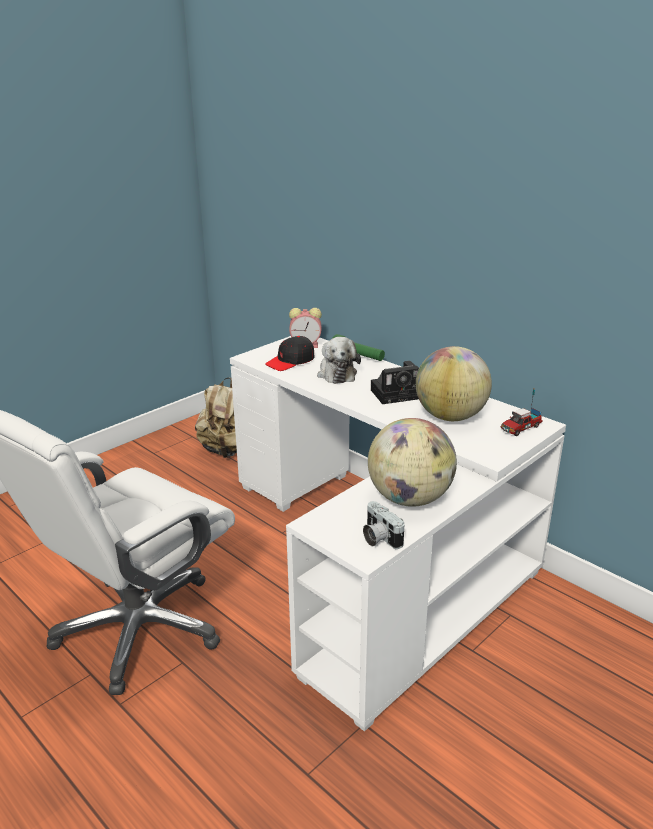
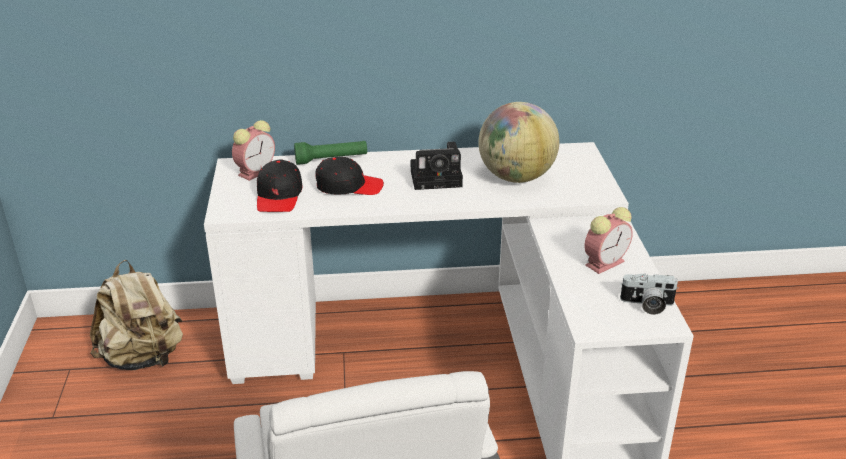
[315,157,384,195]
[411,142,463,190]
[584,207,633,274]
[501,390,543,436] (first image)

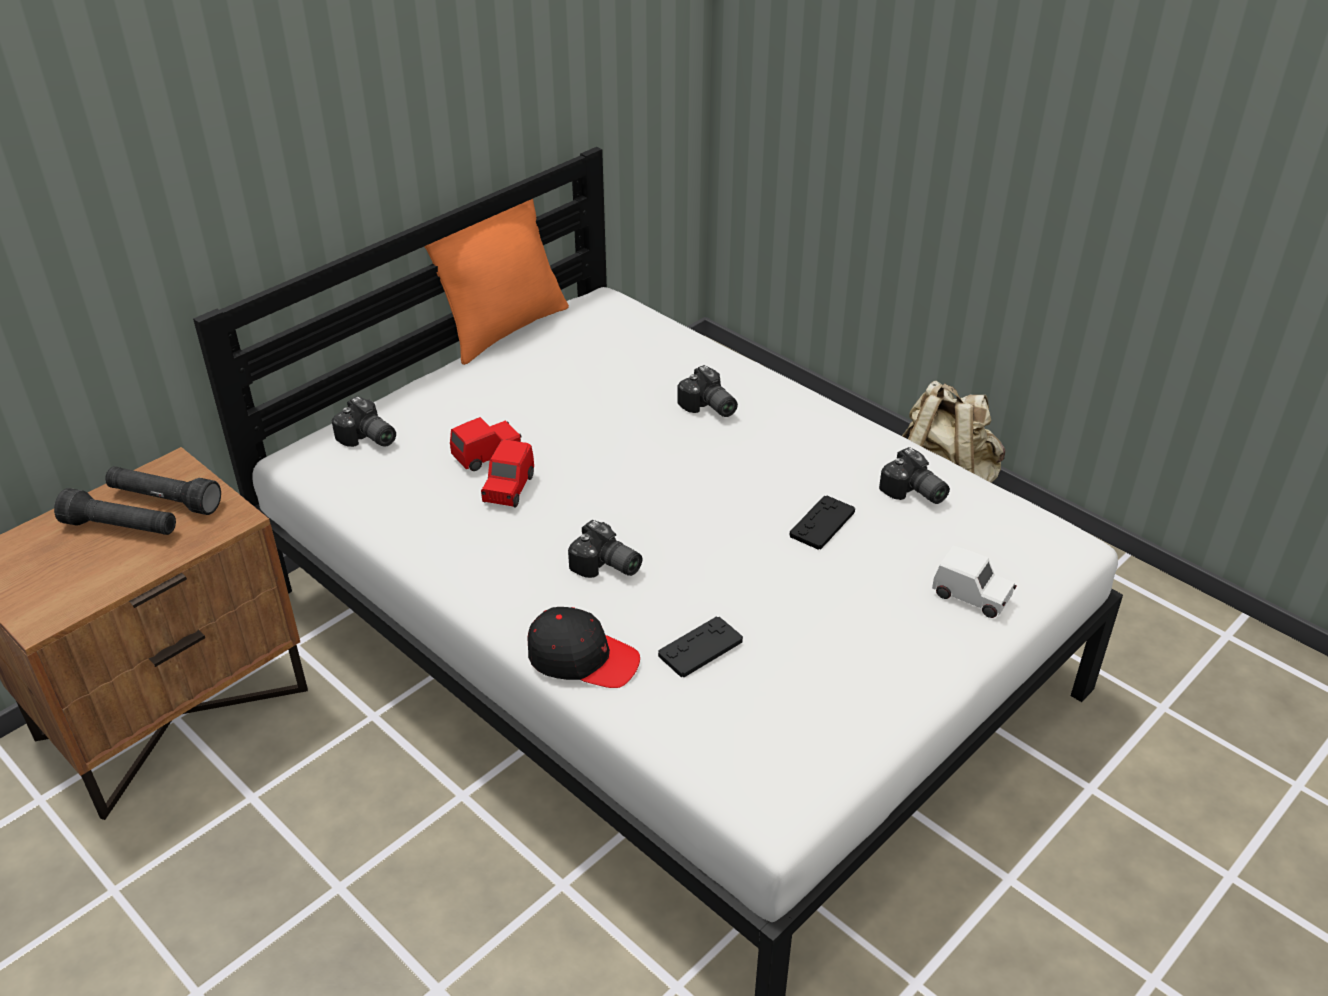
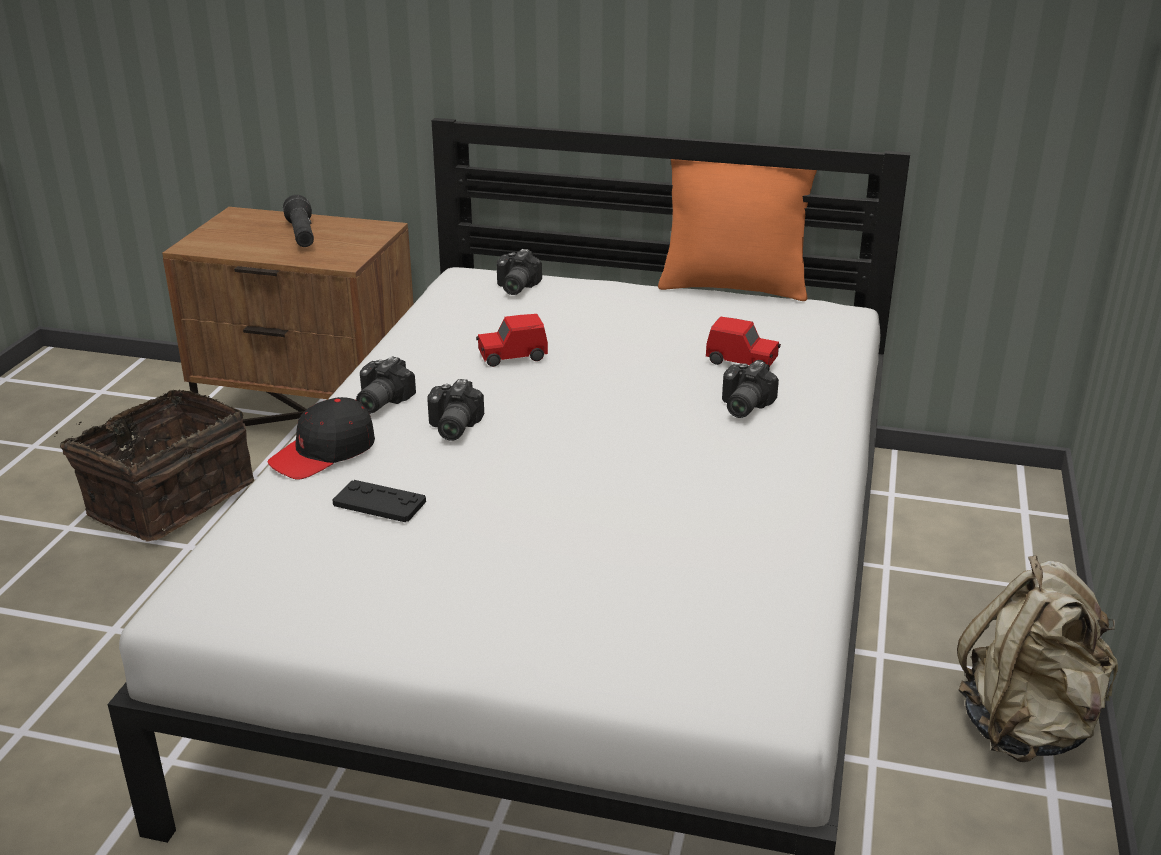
[54,390,254,542]
[268,397,375,480]
[356,356,416,414]
[706,316,781,366]
[105,466,221,515] (first image)
[789,495,855,550] (first image)
[932,546,1017,618] (first image)

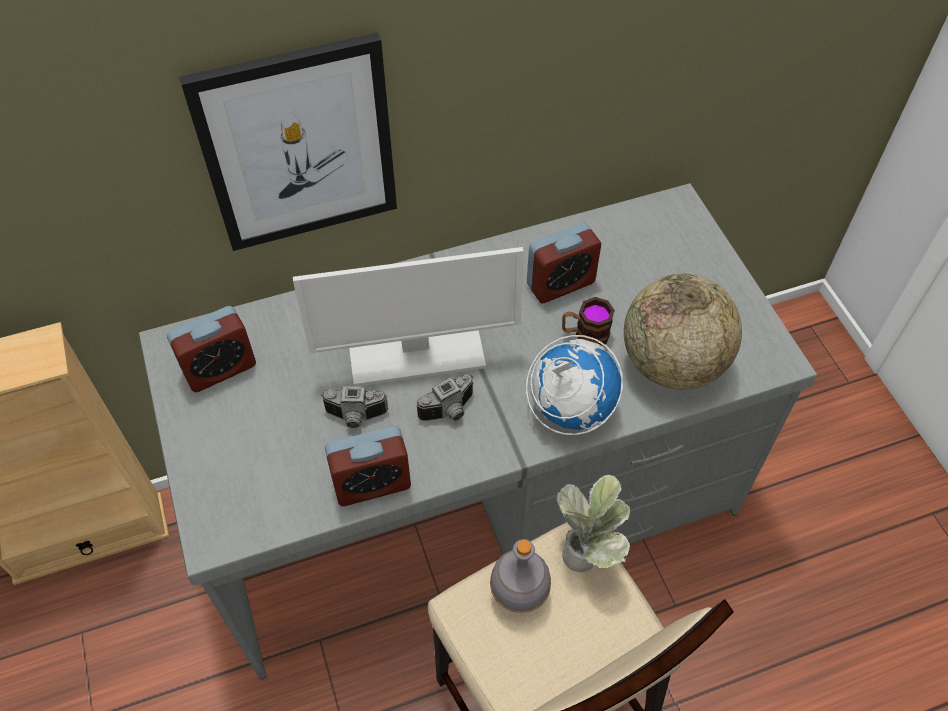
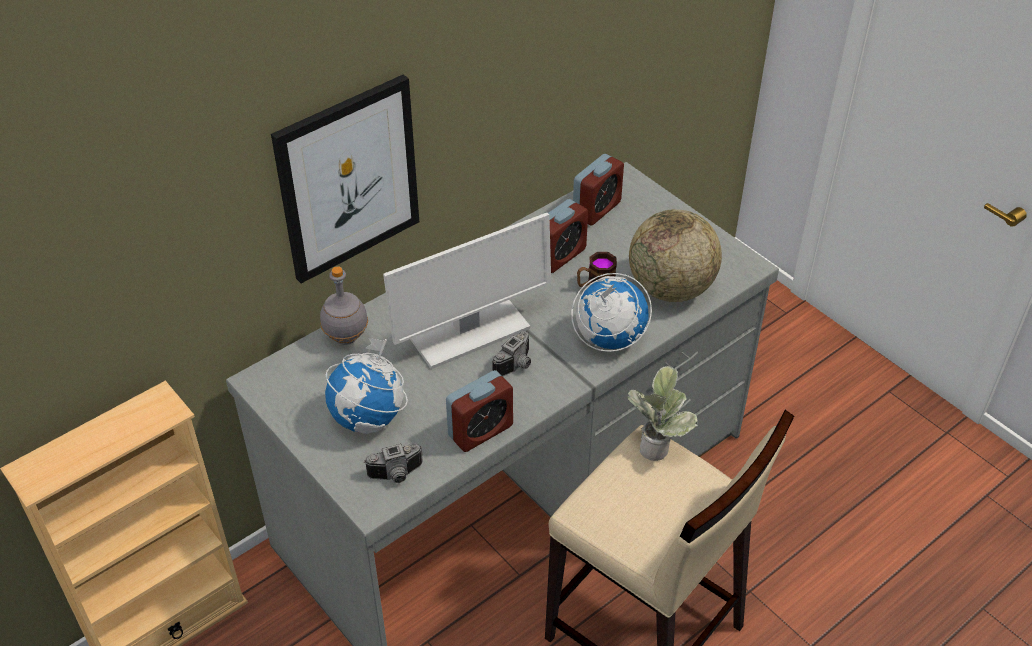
[320,266,368,345]
[325,338,408,434]
[364,443,423,483]
[573,154,624,225]

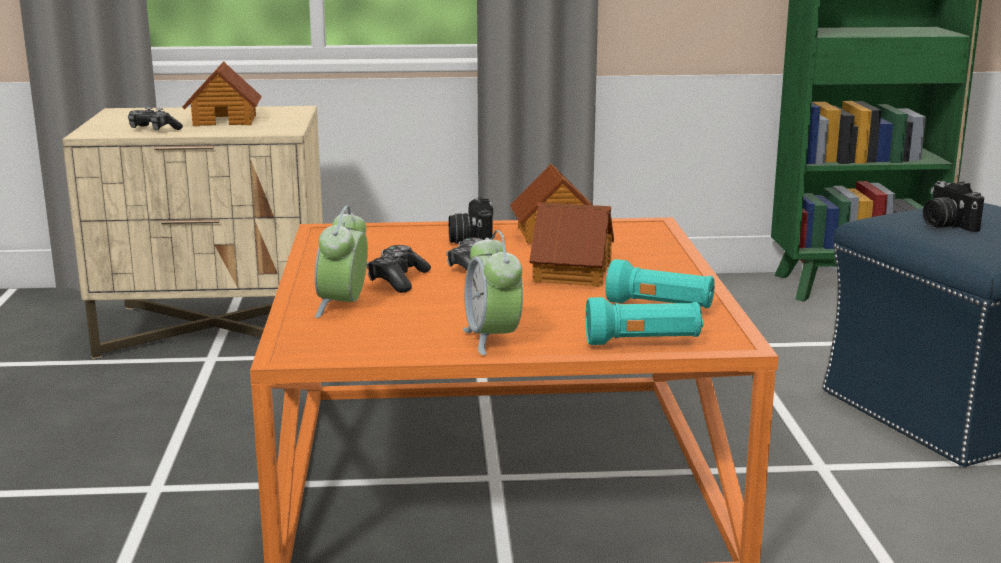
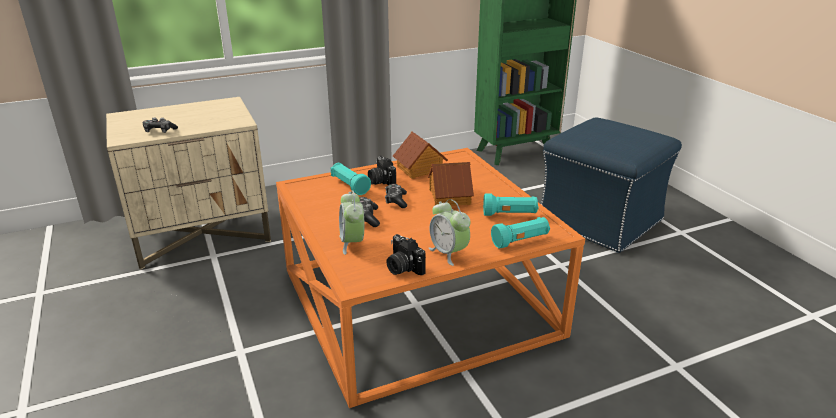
[331,163,371,195]
[386,234,426,275]
[182,62,262,126] (first image)

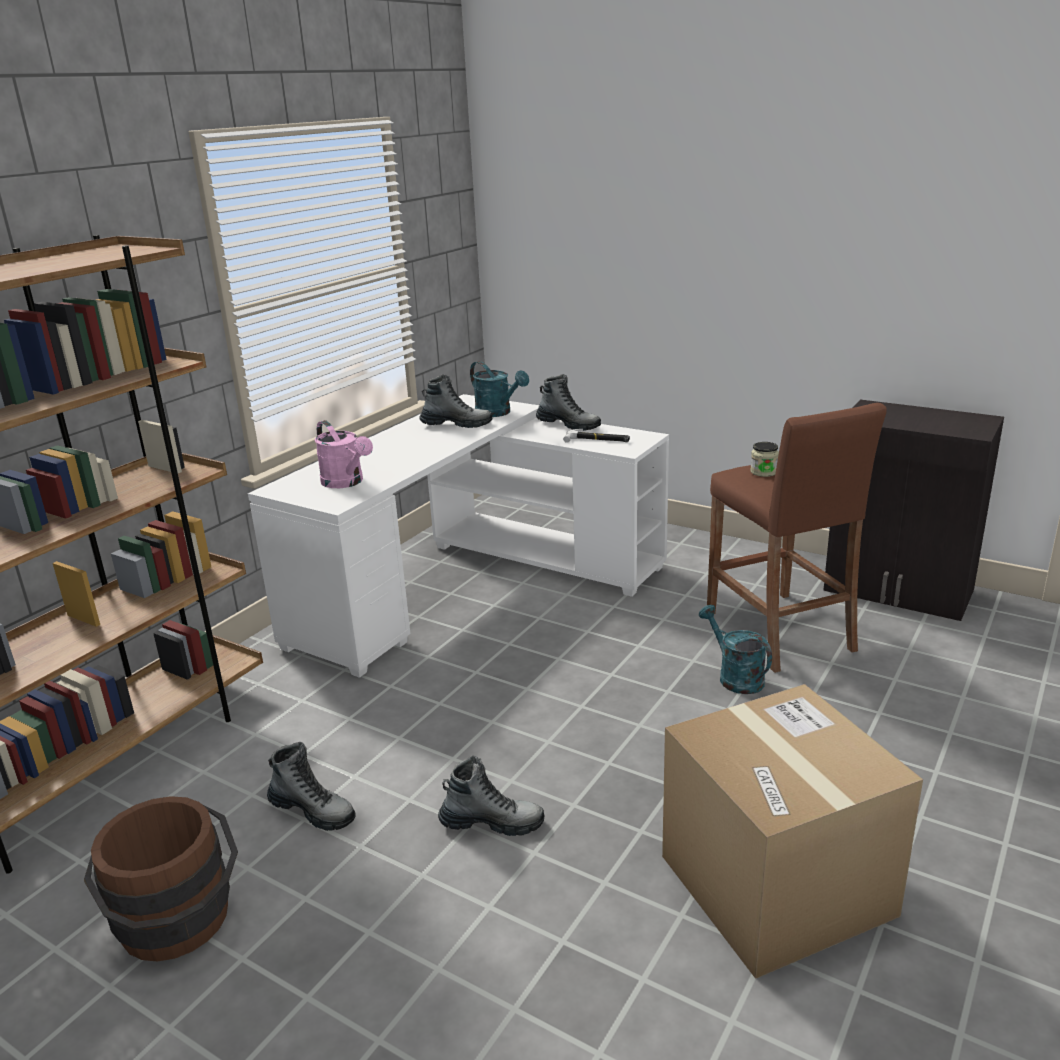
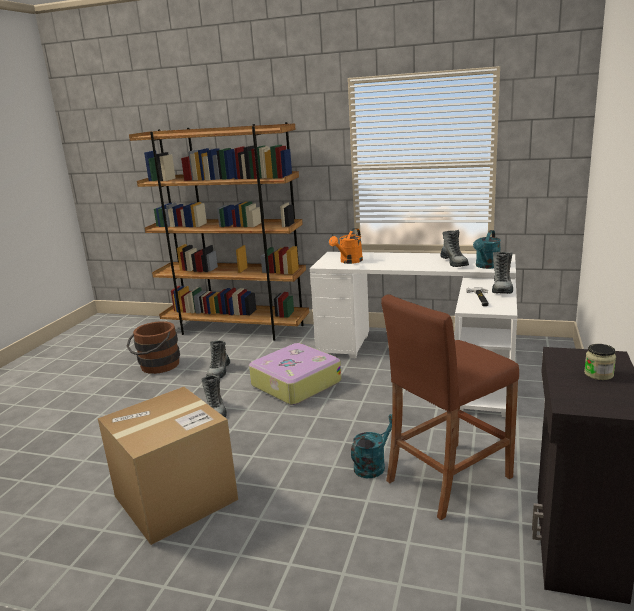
[249,343,341,405]
[329,228,363,264]
[584,344,616,380]

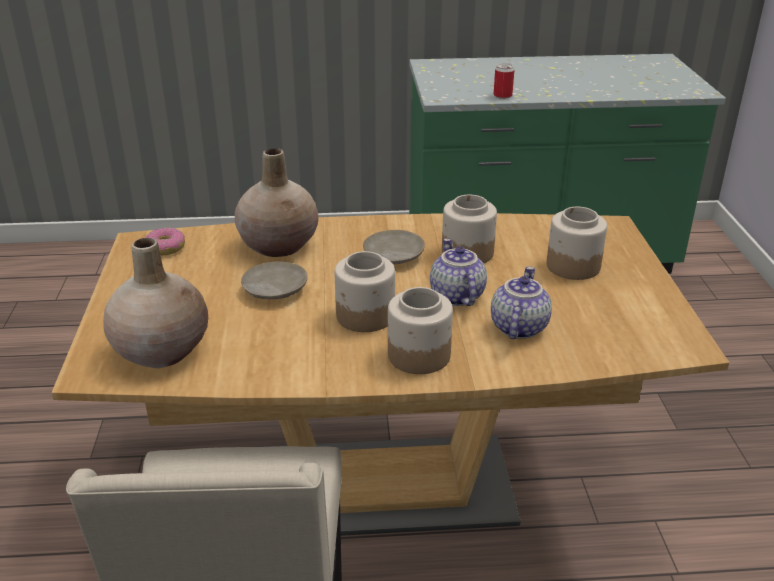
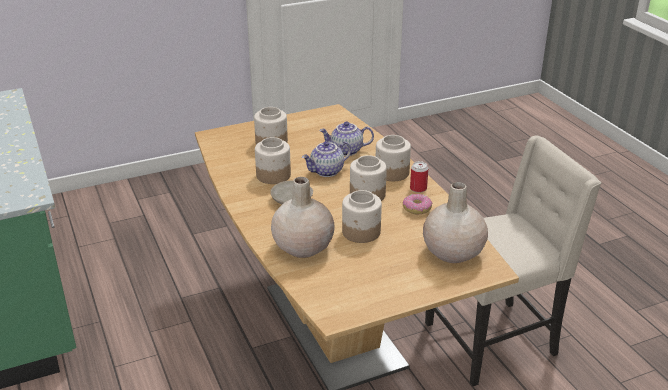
[342,190,382,243]
[403,194,433,214]
[410,161,428,193]

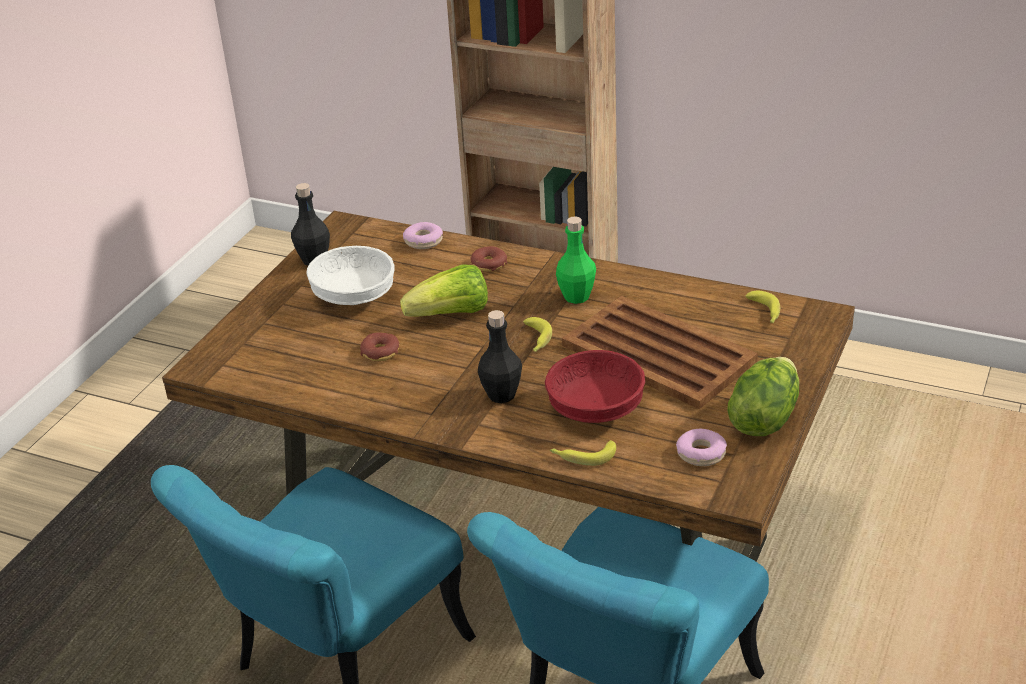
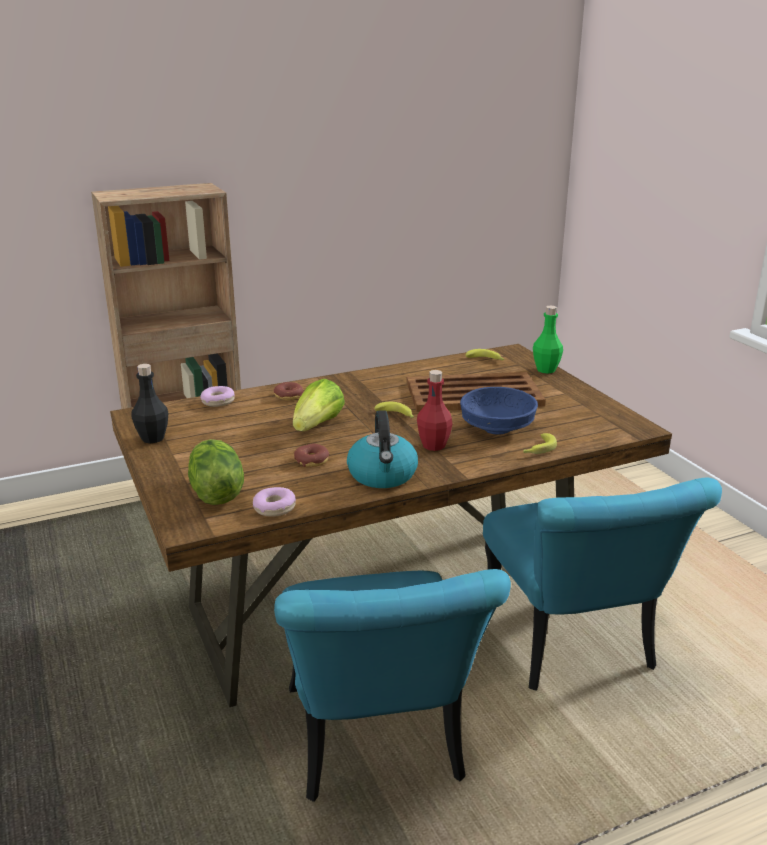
[188,439,244,505]
[253,487,296,517]
[347,410,418,488]
[417,370,453,451]
[460,387,538,435]
[533,306,563,373]
[306,246,394,305] (first image)

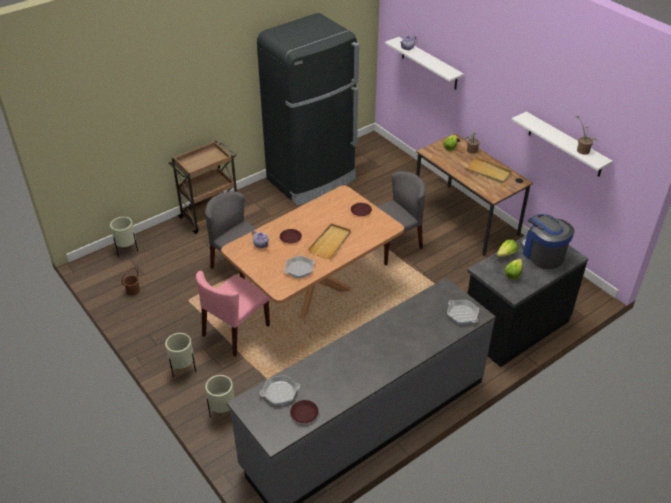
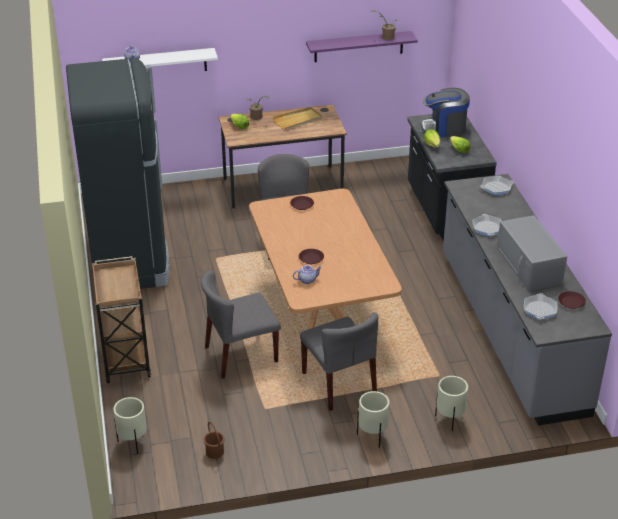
[300,312,378,411]
[306,31,418,62]
[472,214,502,236]
[497,215,567,291]
[308,224,351,259] (first image)

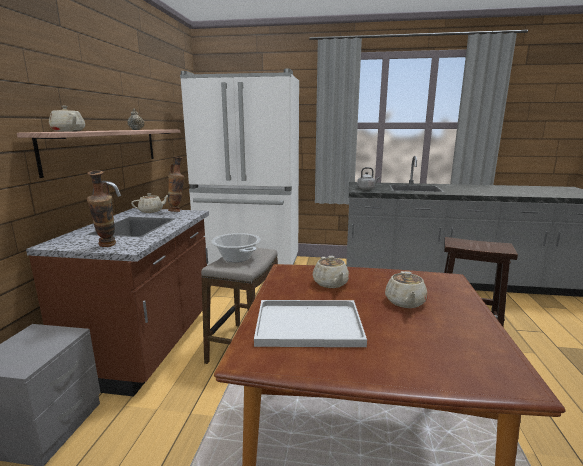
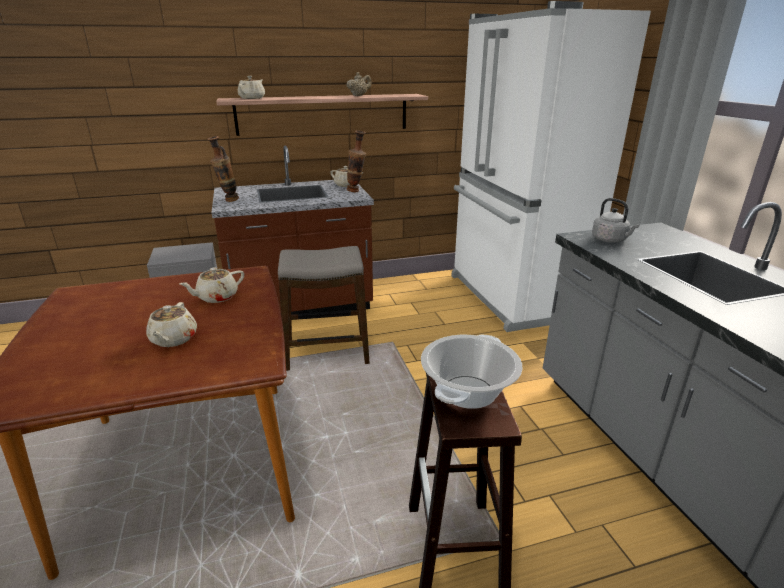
[146,302,197,347]
[421,334,522,409]
[254,300,367,347] (first image)

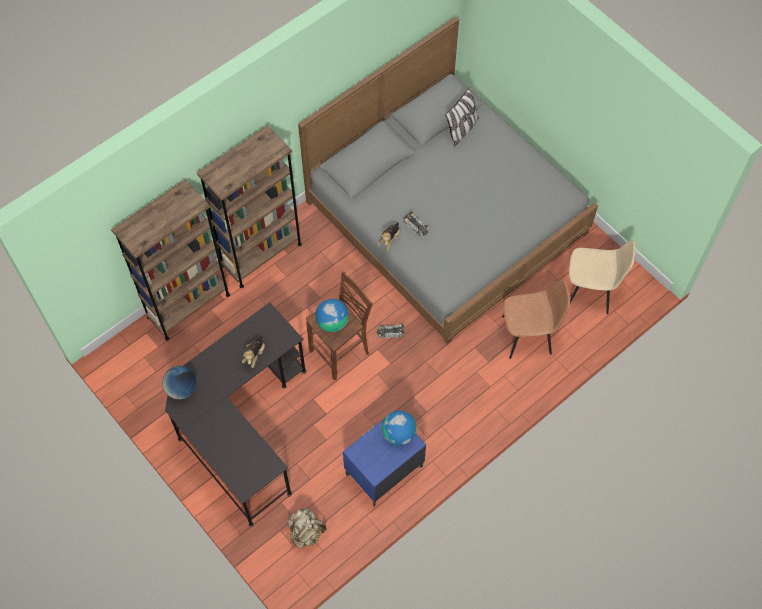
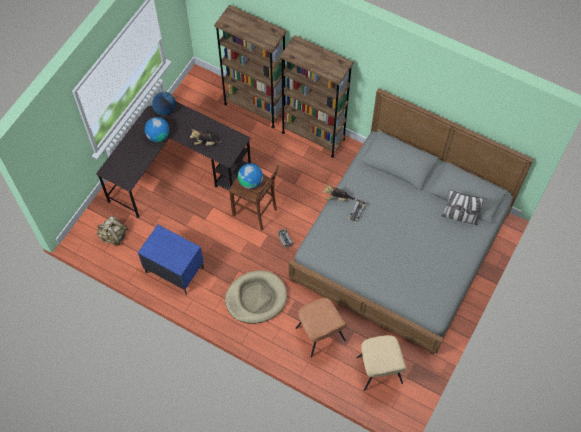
[145,117,169,142]
[225,270,287,324]

